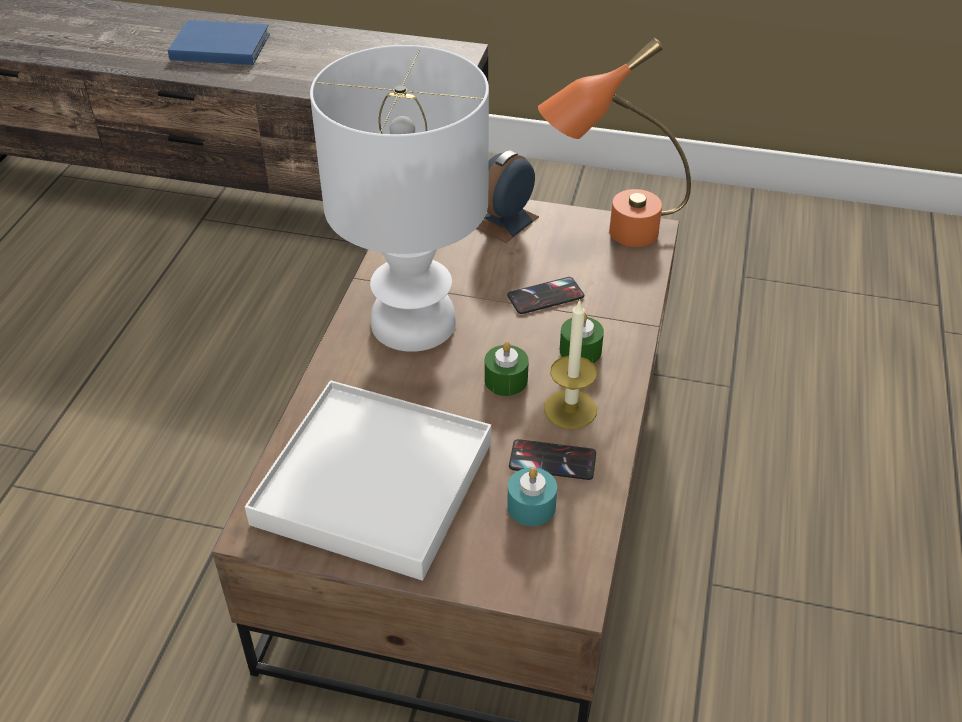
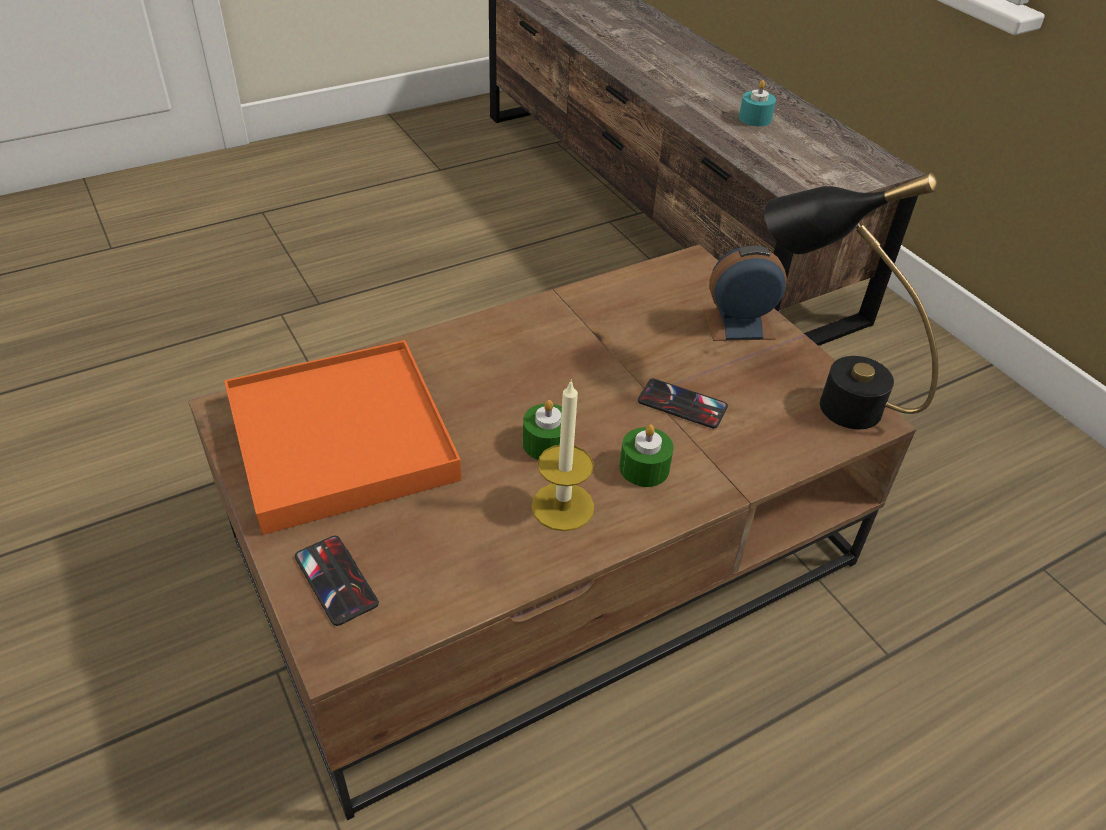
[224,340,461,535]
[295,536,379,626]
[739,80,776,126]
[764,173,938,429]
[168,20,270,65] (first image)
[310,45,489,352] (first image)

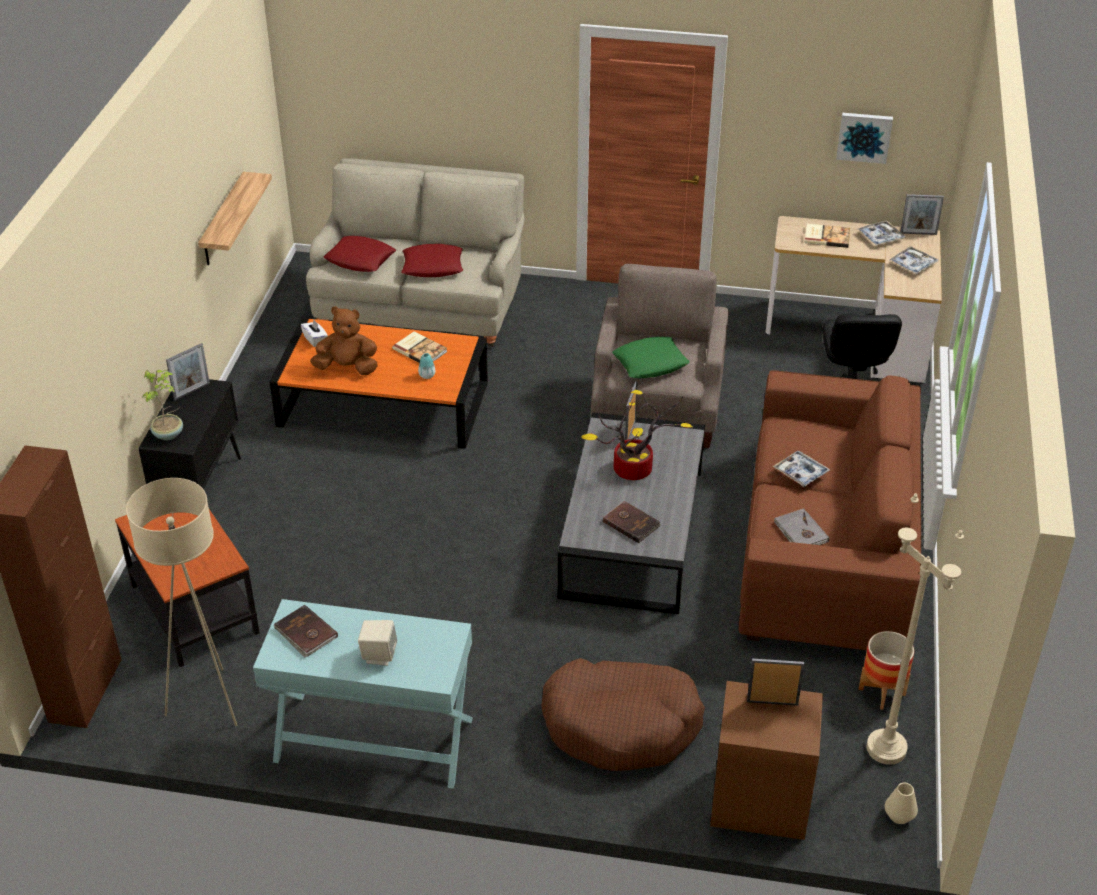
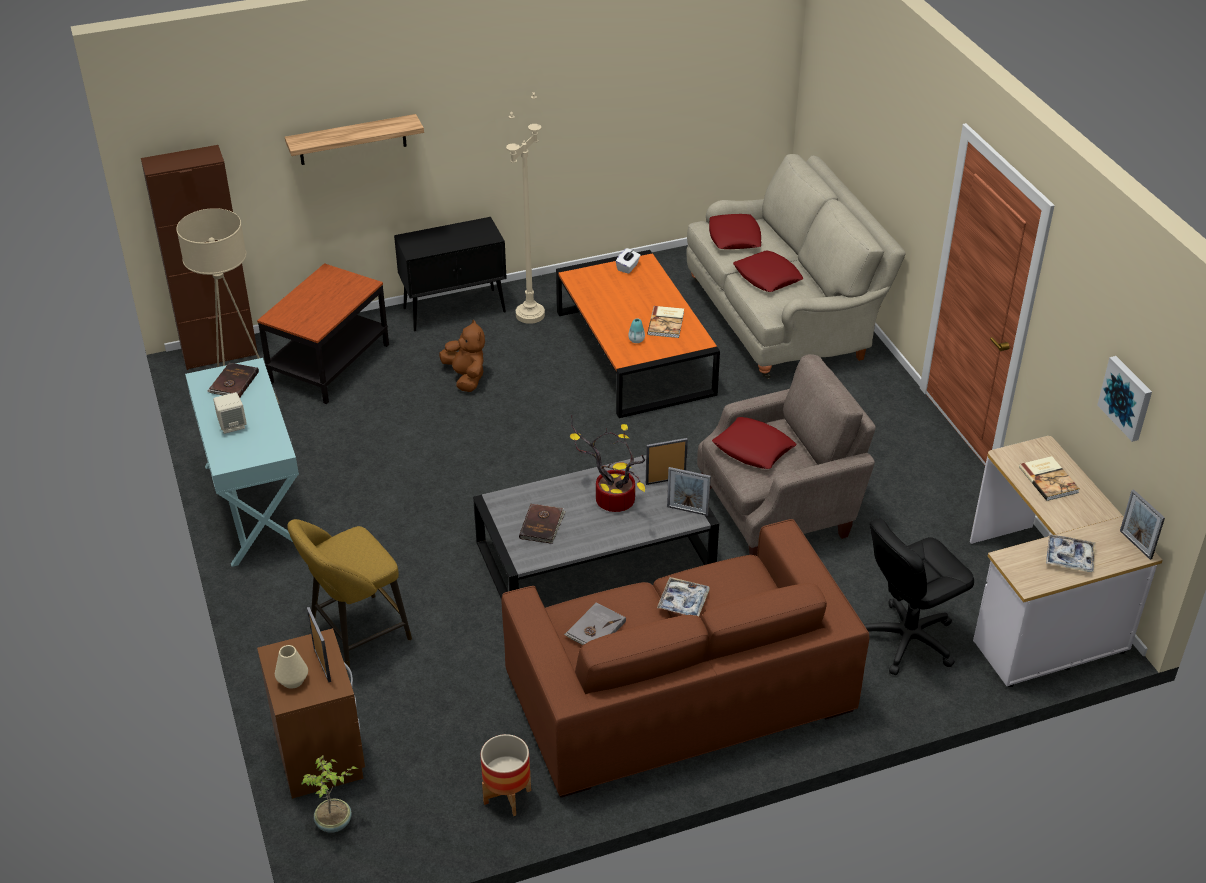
[275,645,308,689]
[285,114,424,165]
[287,519,412,671]
[301,755,358,833]
[439,320,485,392]
[506,92,545,324]
[667,467,711,516]
[712,417,796,469]
[858,220,906,246] (first image)

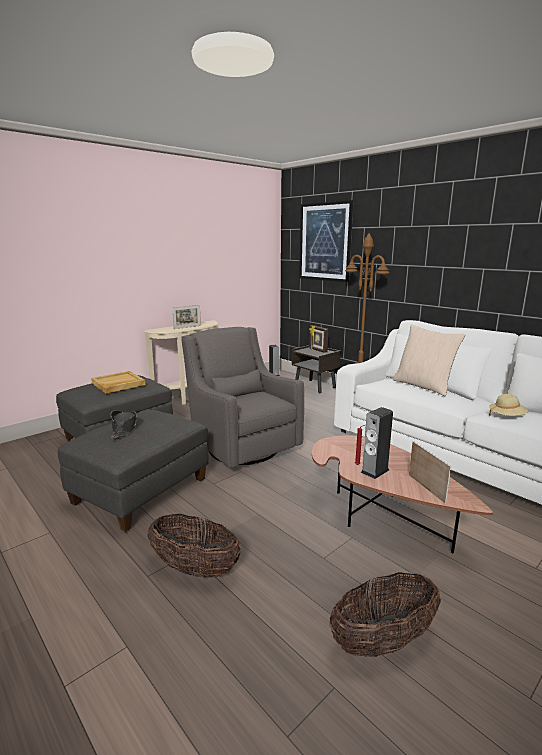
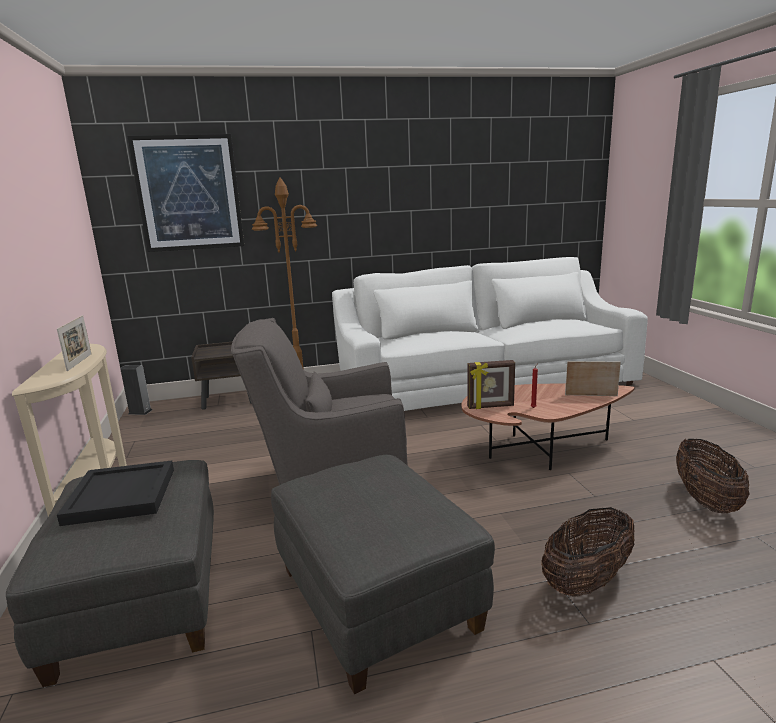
[57,461,174,526]
[467,360,515,409]
[111,410,137,438] (first image)
[361,407,393,479] (first image)
[393,324,466,396] (first image)
[489,394,528,417] (first image)

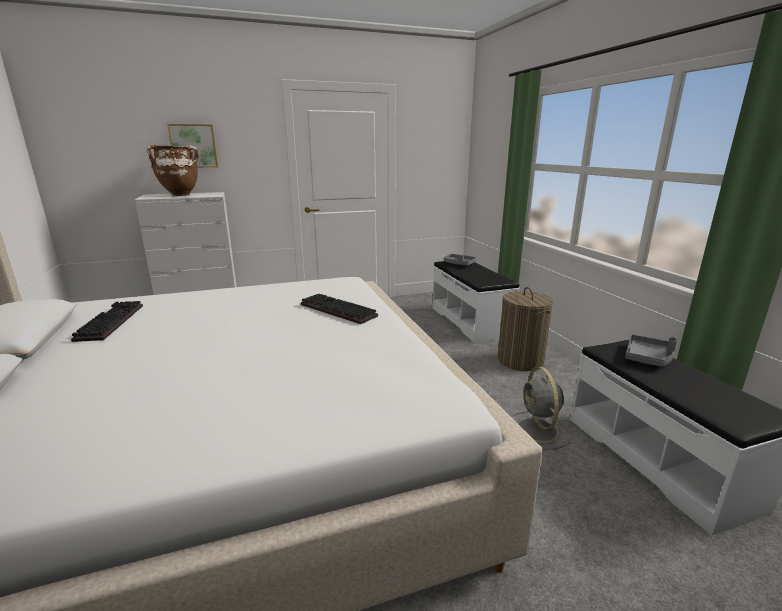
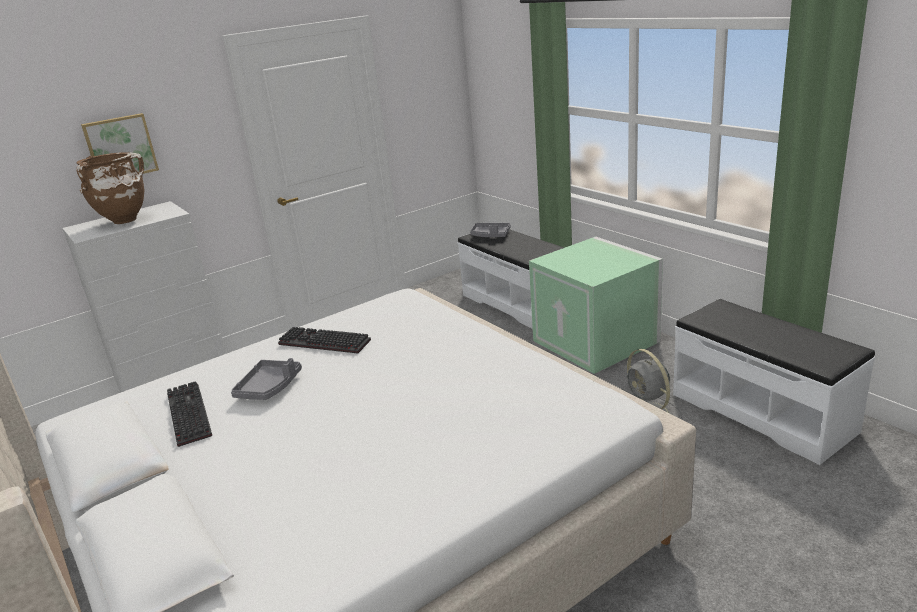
[231,358,302,400]
[278,327,371,353]
[529,237,663,374]

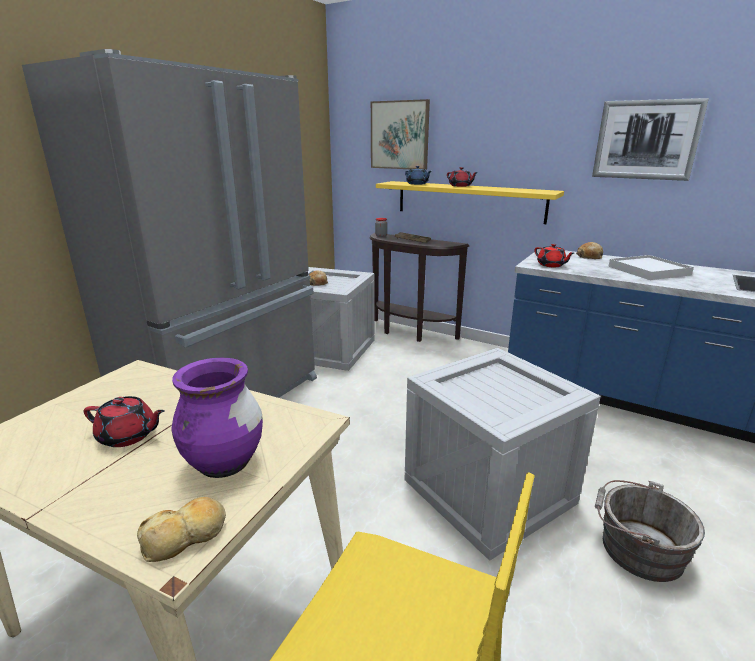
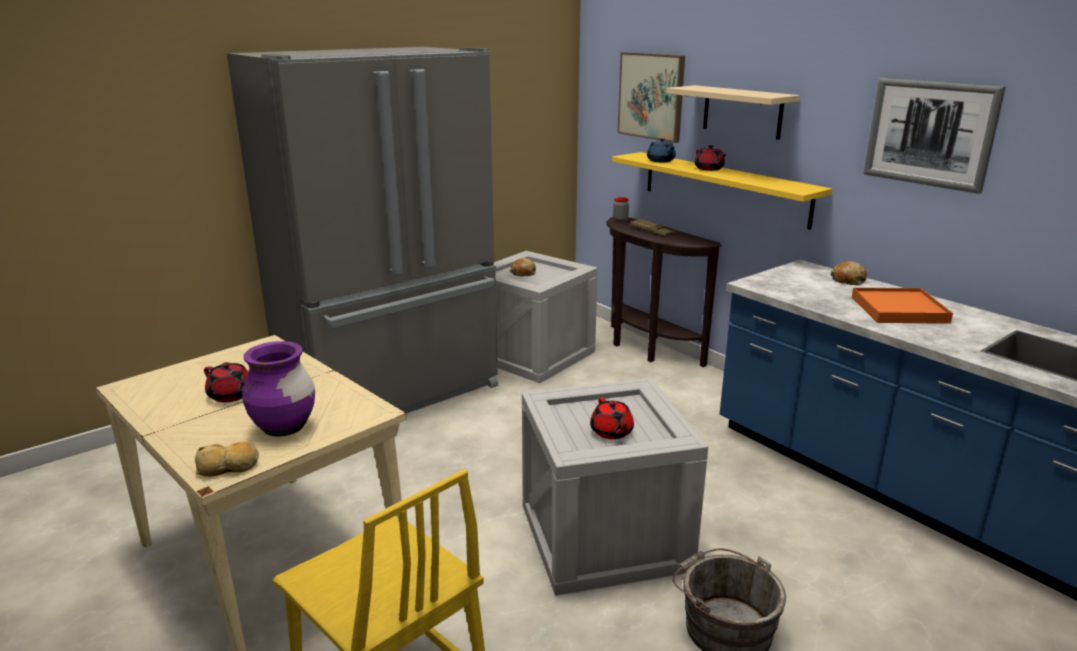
[590,398,634,439]
[667,85,800,140]
[852,288,953,324]

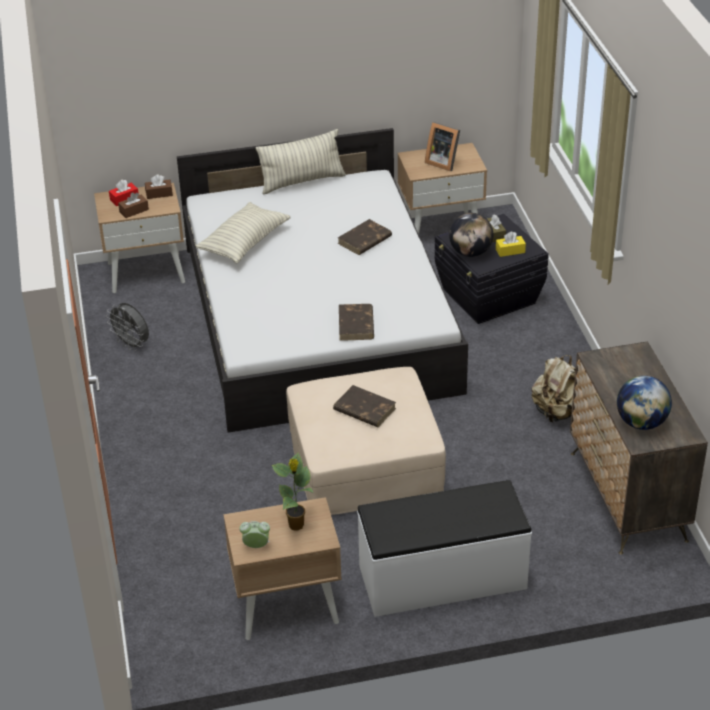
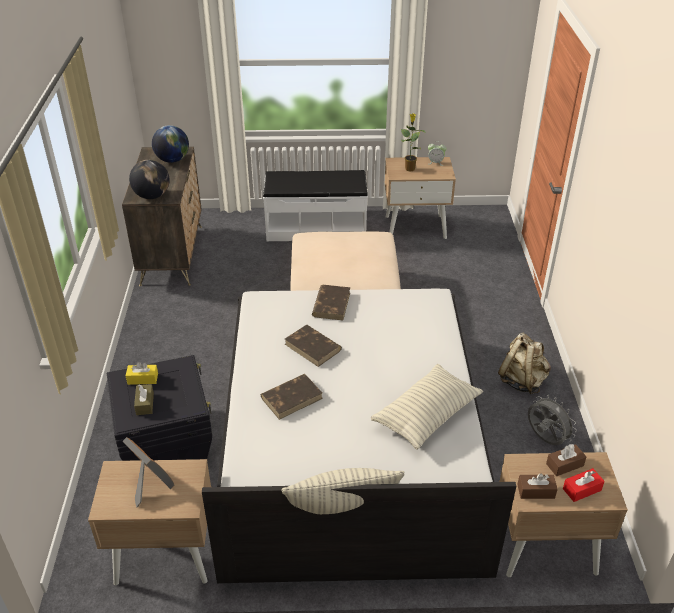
[129,160,170,199]
[285,325,342,367]
[498,333,551,394]

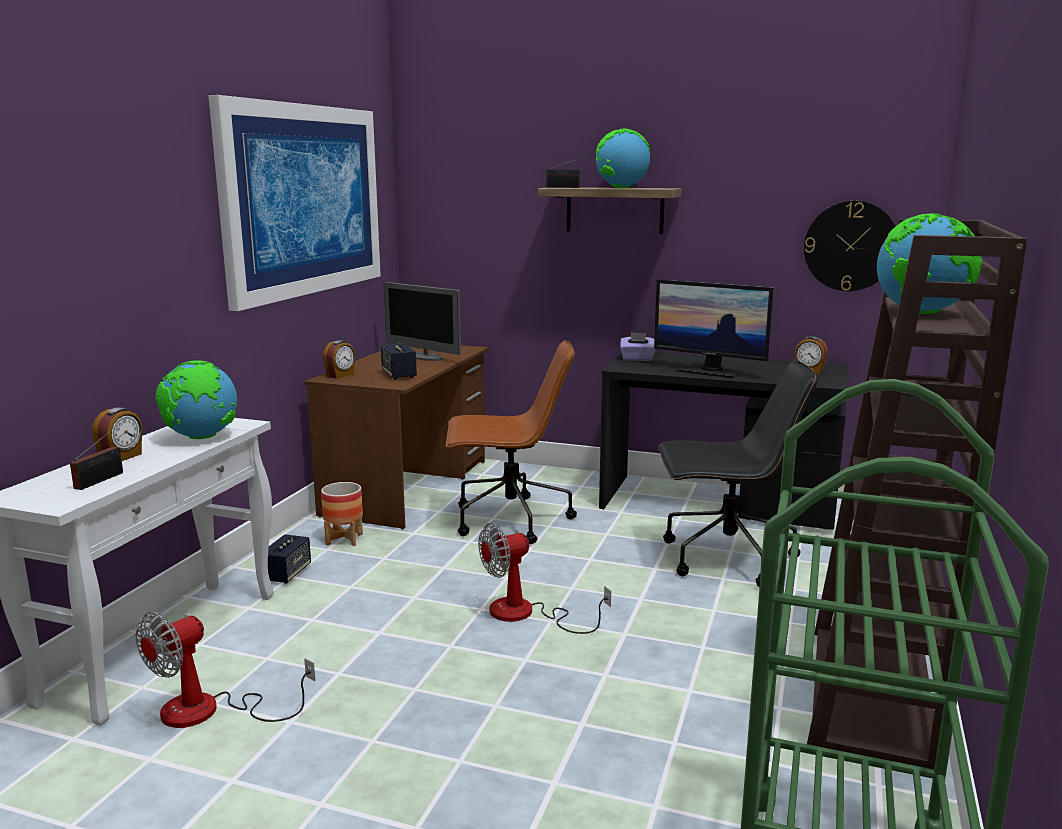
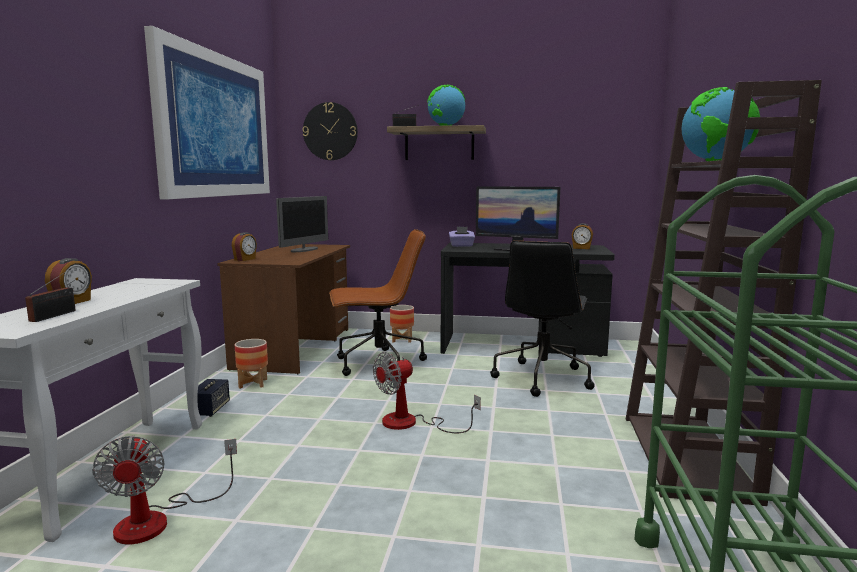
[92,435,237,544]
[276,196,328,252]
[302,102,358,160]
[390,305,414,343]
[490,241,595,397]
[155,360,237,439] (first image)
[381,343,417,380] (first image)

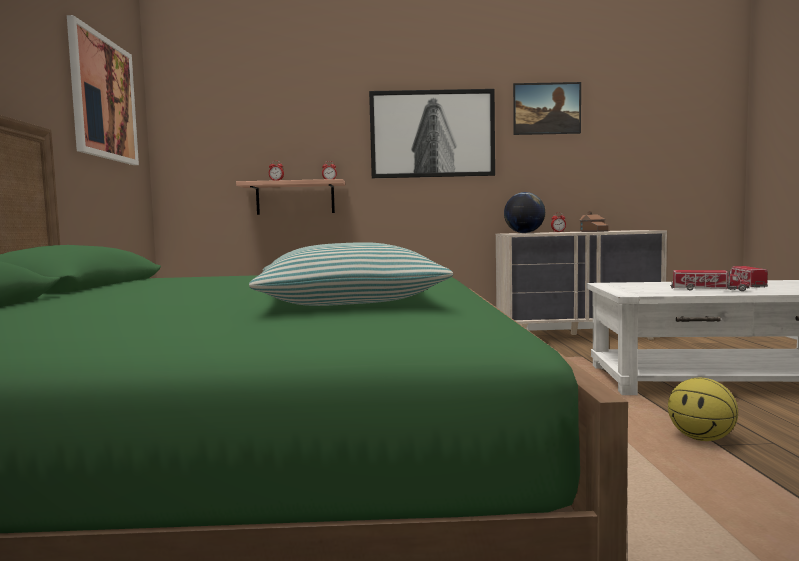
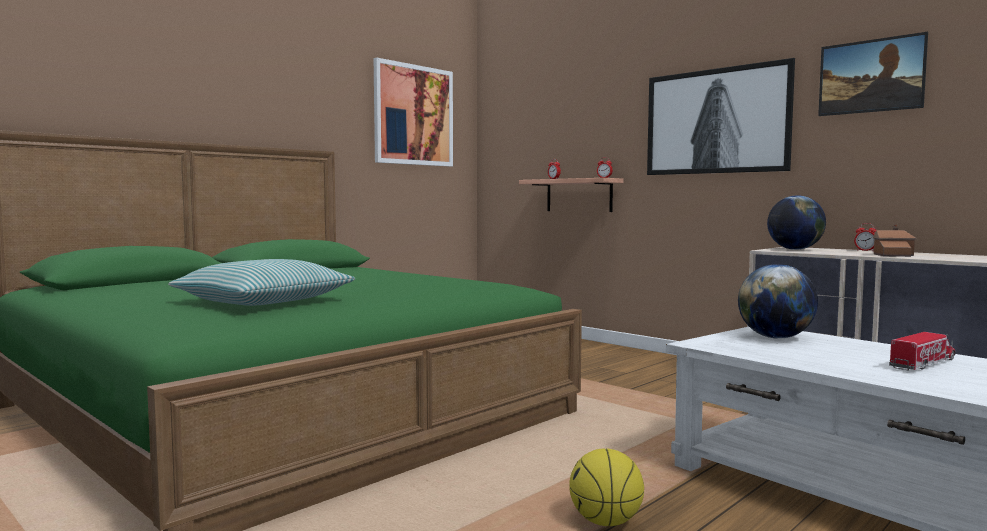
[738,264,818,339]
[670,270,750,291] (first image)

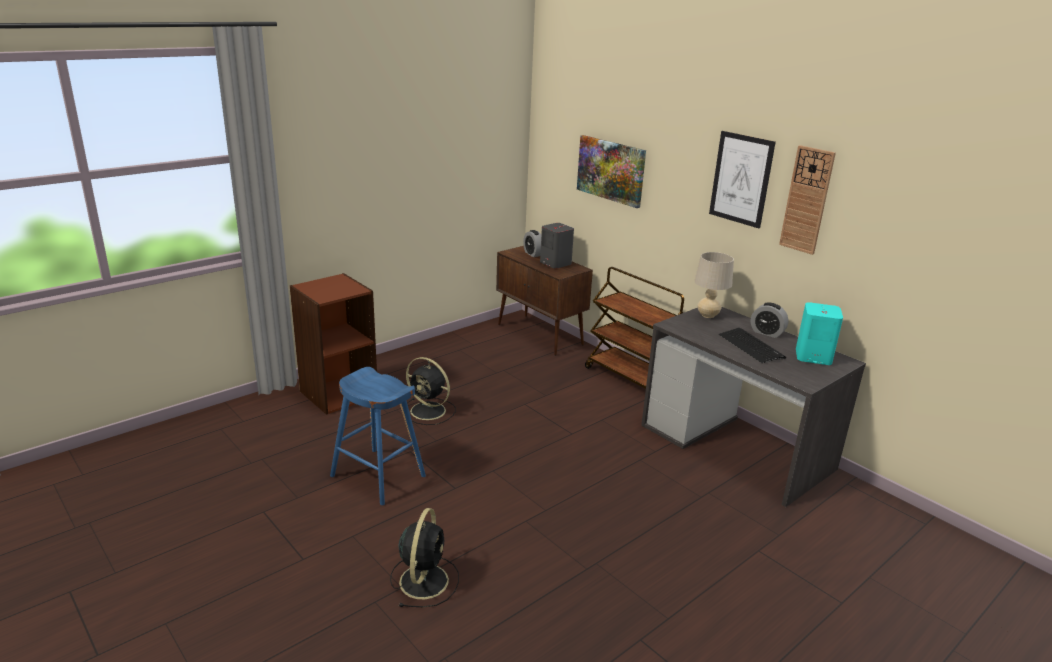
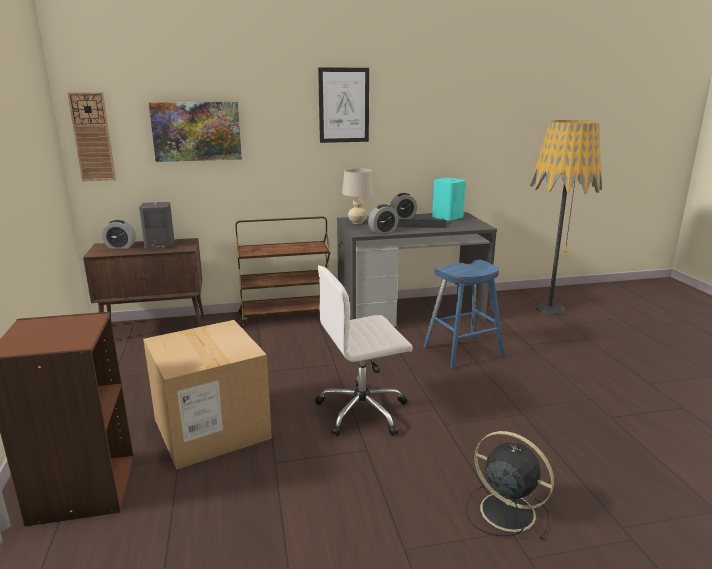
[67,92,116,181]
[143,320,272,470]
[315,266,413,436]
[368,204,398,234]
[424,260,504,369]
[530,120,602,315]

